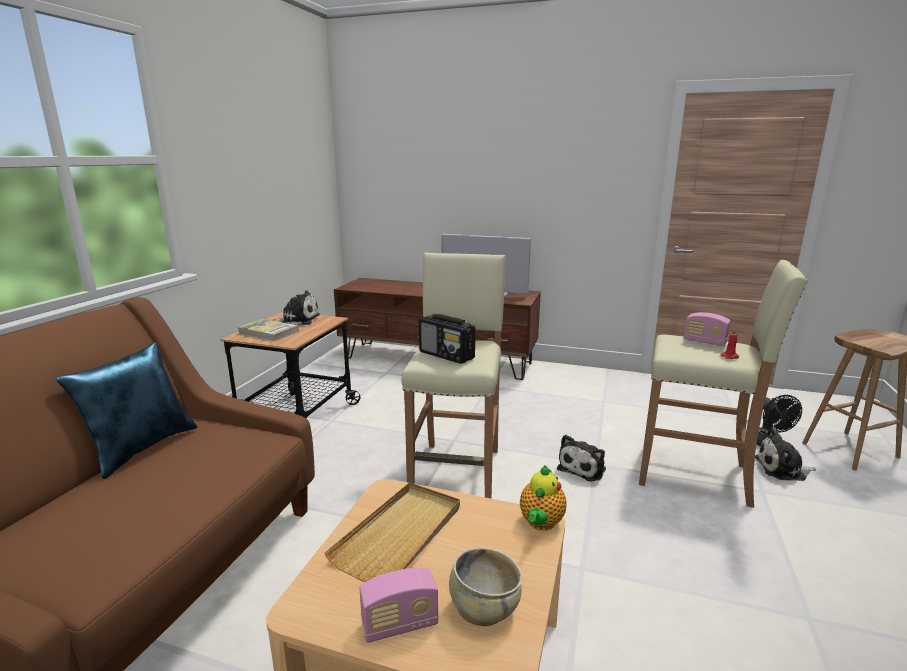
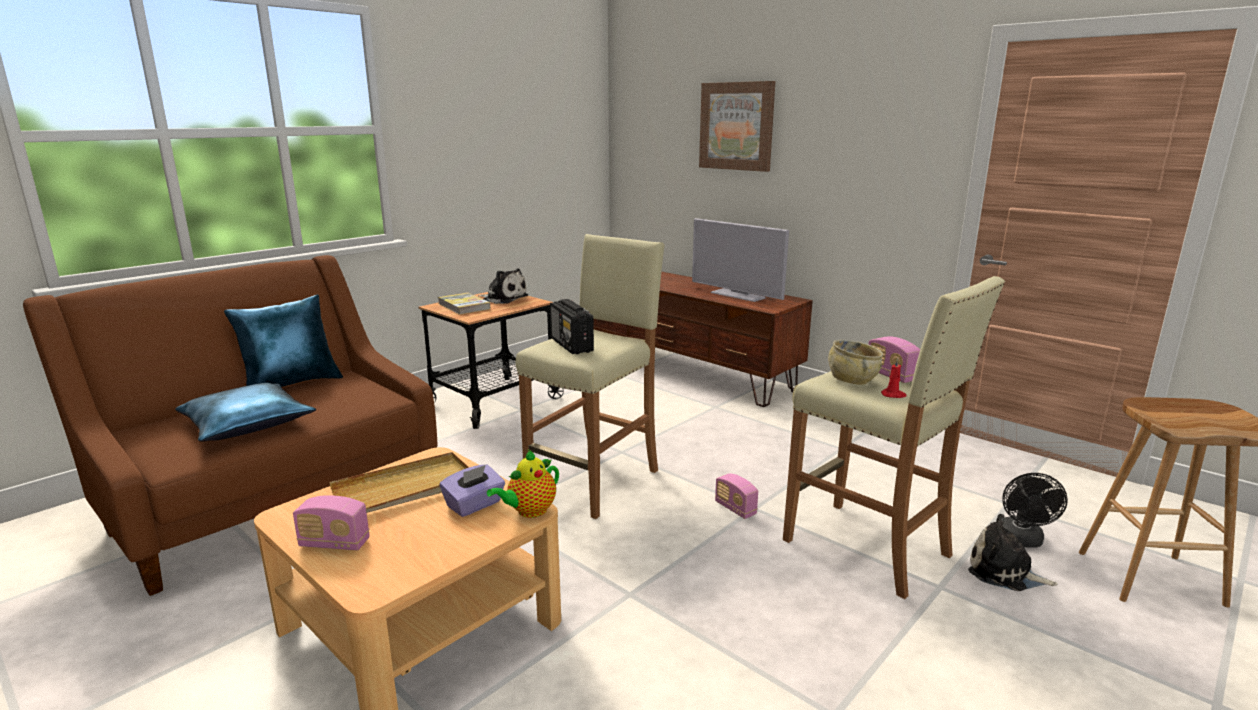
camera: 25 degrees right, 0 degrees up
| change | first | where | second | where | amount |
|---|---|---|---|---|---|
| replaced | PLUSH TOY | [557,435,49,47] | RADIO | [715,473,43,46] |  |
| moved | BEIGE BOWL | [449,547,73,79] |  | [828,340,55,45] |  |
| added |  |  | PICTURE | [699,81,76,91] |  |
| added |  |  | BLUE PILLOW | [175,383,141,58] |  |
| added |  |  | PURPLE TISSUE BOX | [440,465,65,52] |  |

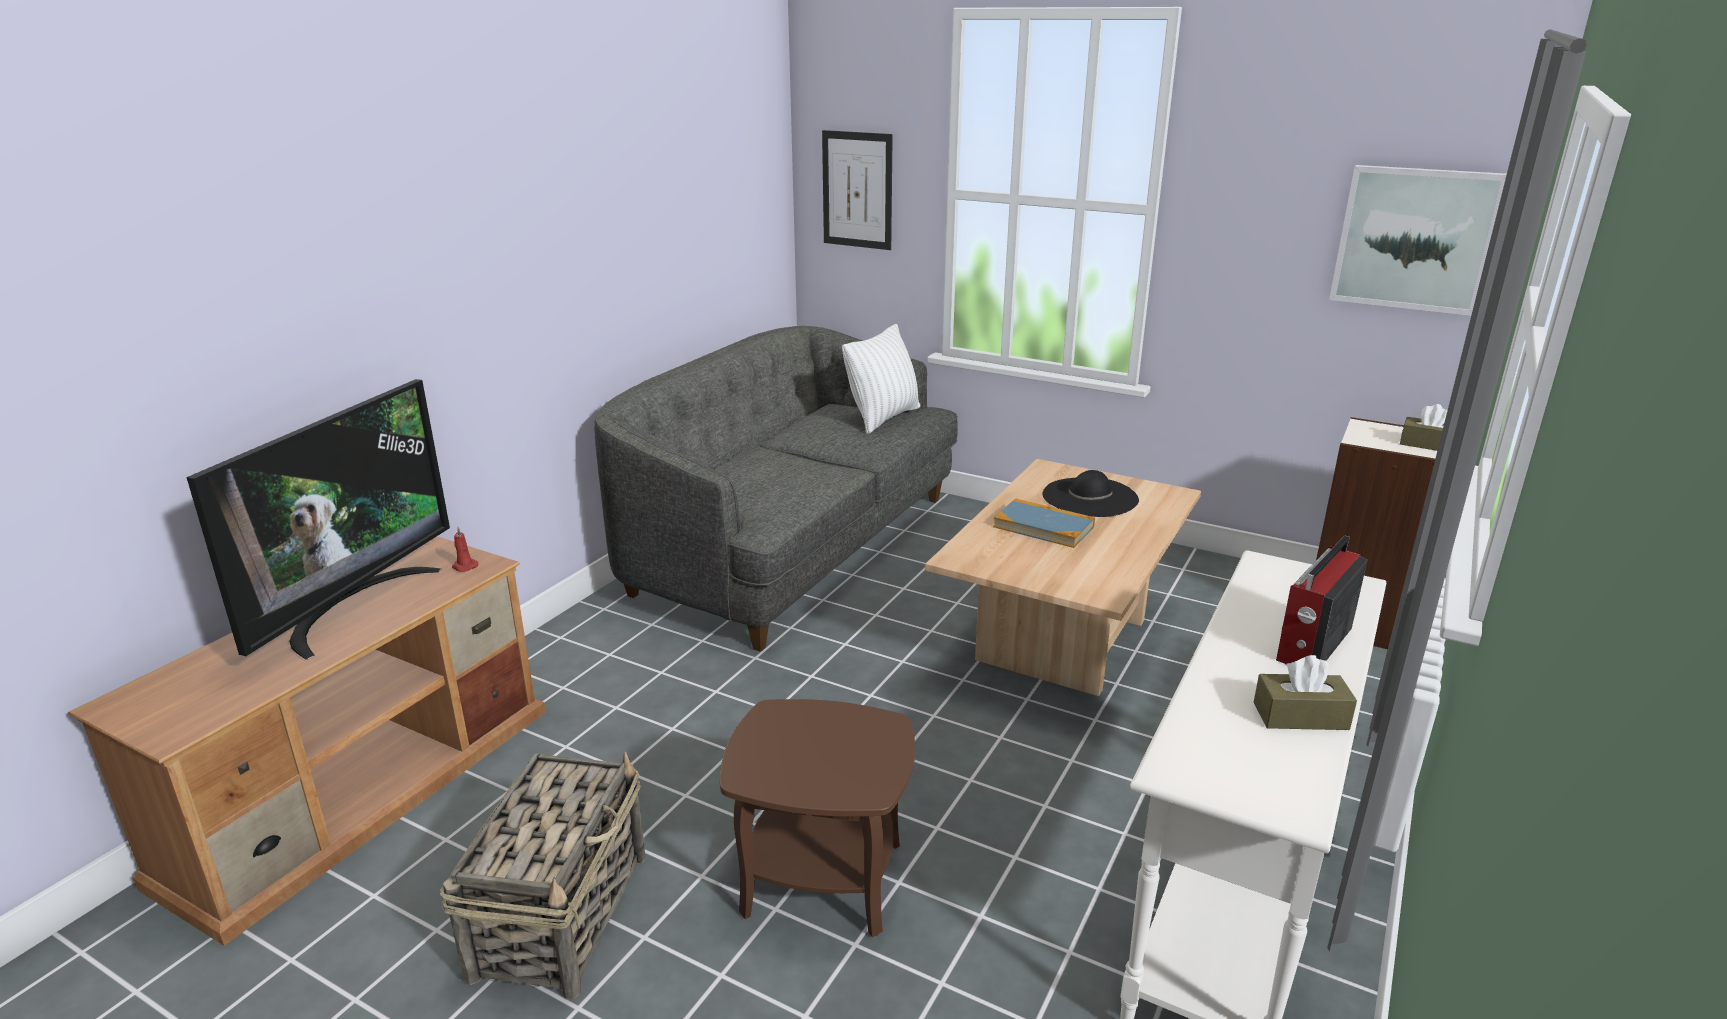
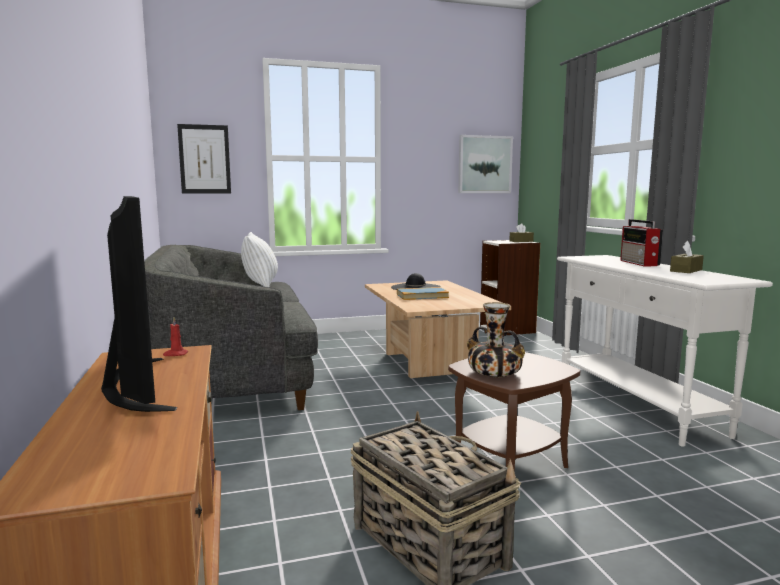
camera: 45 degrees left, 15 degrees down
| change | first | where | second | where | amount |
|---|---|---|---|---|---|
| added |  |  | VASE | [467,302,58,76] |  |

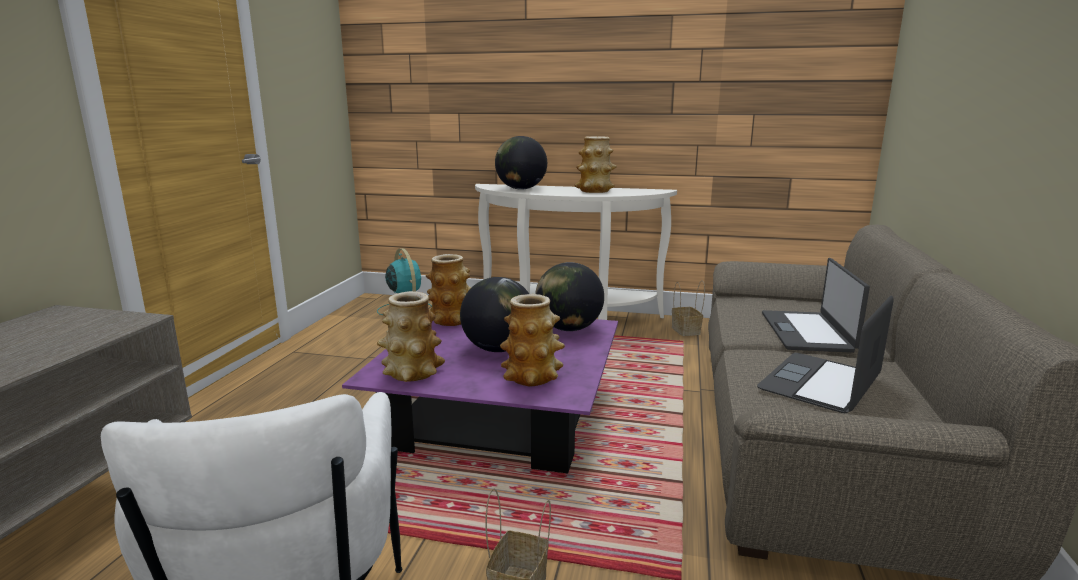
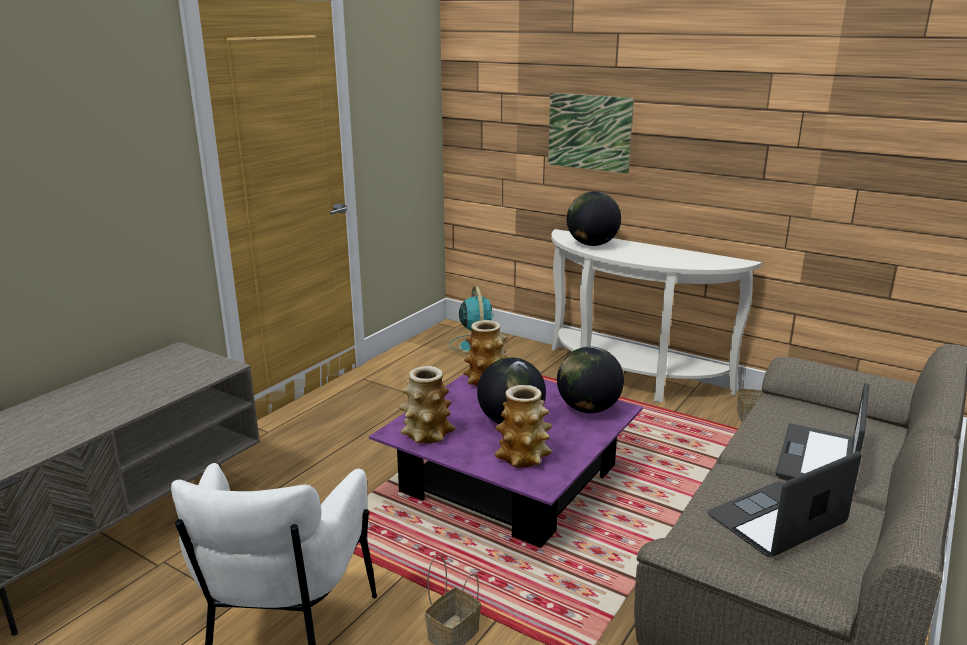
camera: 20 degrees right, 5 degrees up
| change | first | where | second | where | amount |
|---|---|---|---|---|---|
| removed | VASE | [574,136,43,57] |  |  |  |
| added |  |  | PICTURE | [548,93,86,80] |  |

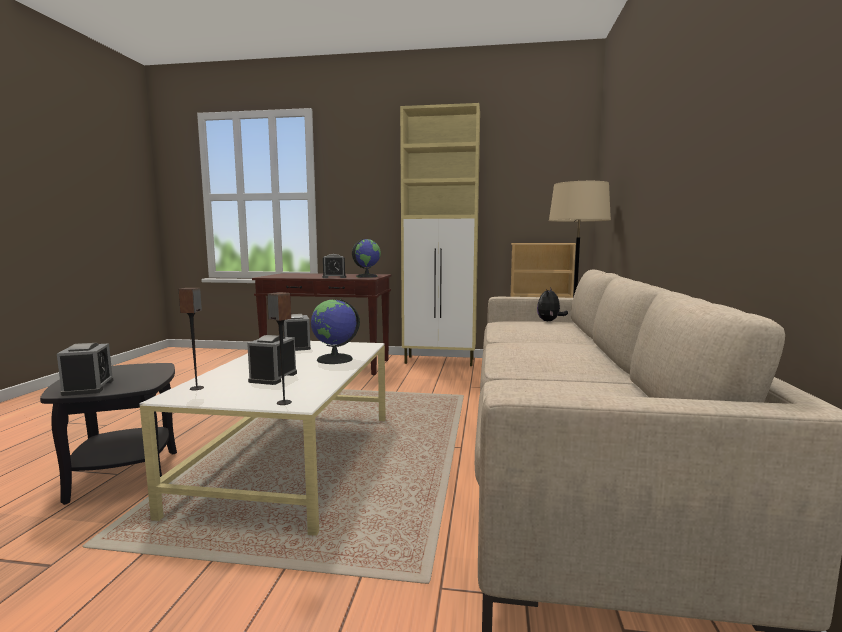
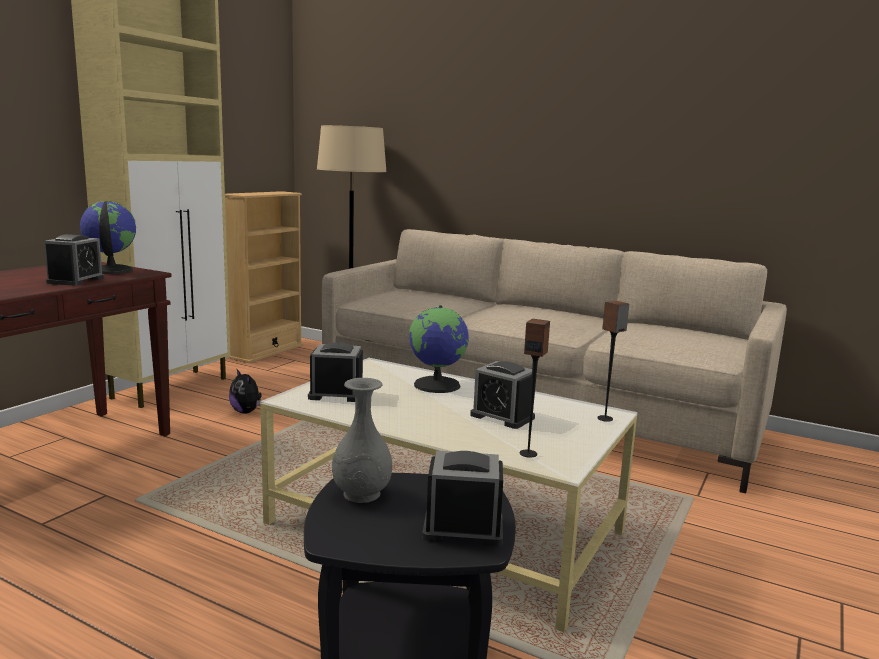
camera: 70 degrees left, 5 degrees up
| change | first | where | second | where | amount |
|---|---|---|---|---|---|
| moved | PLUSH TOY | [537,289,31,32] |  | [229,369,33,45] |  |
| added |  |  | GREY VASE | [332,378,60,125] |  |

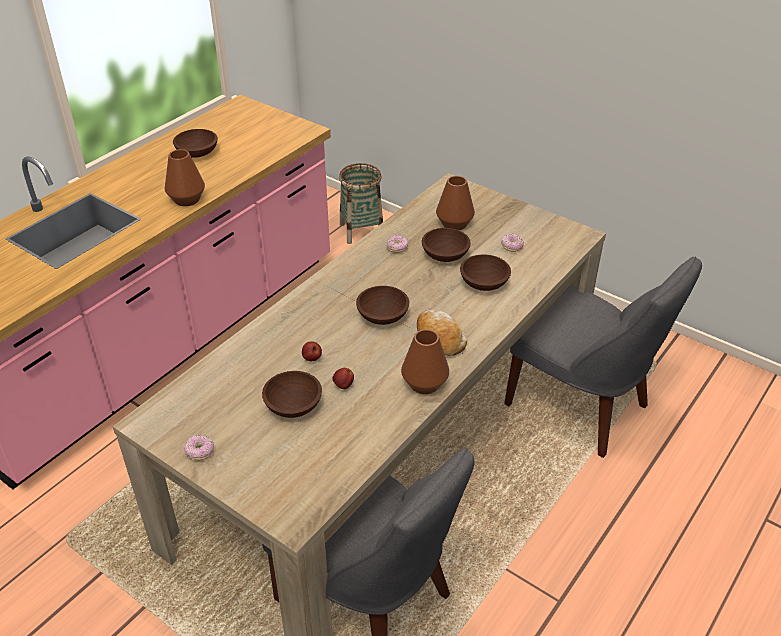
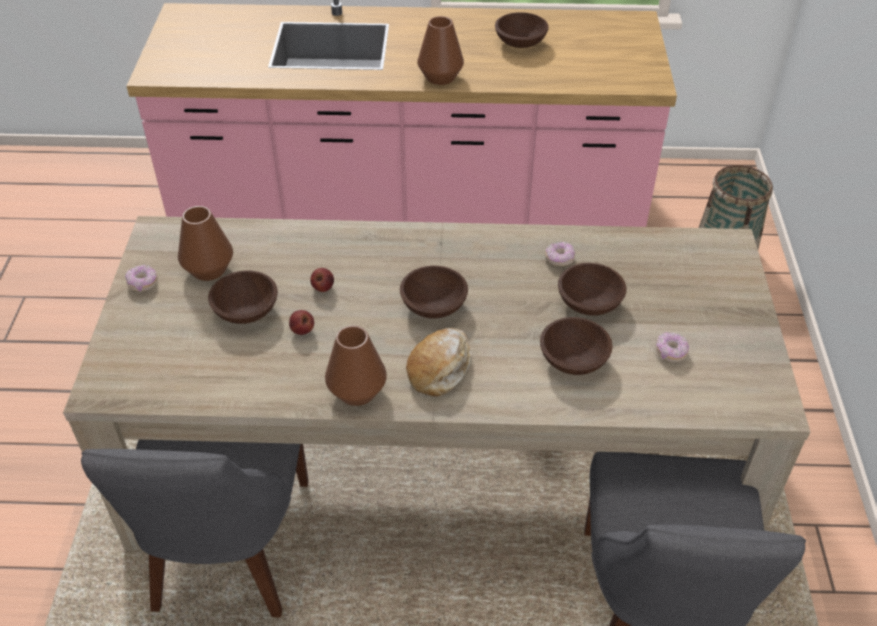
camera: 55 degrees right, 5 degrees up
| change | first | where | second | where | amount |
|---|---|---|---|---|---|
| moved | BROWN VASE | [436,176,39,54] |  | [178,206,55,75] |  |

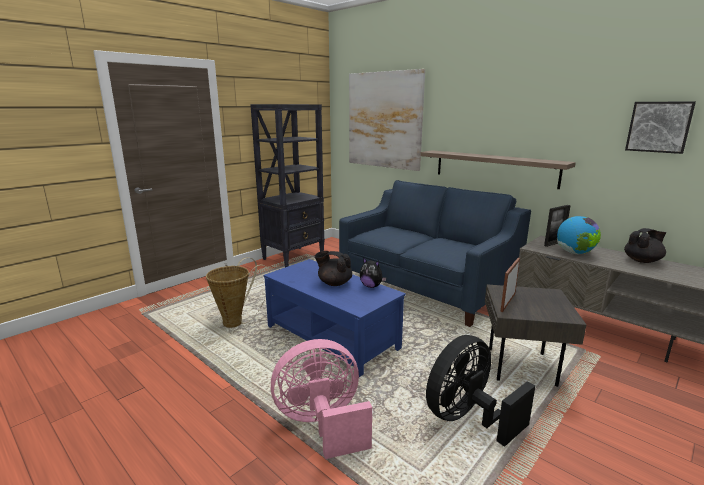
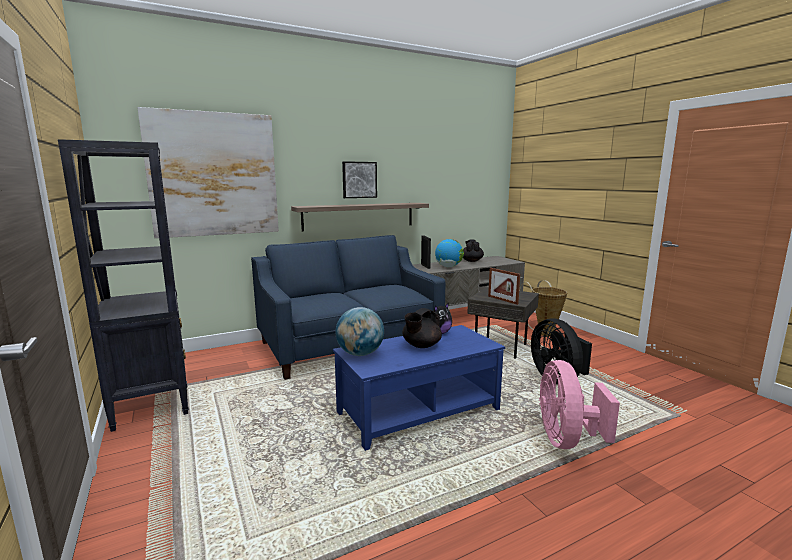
camera: 70 degrees left, 5 degrees down
| change | first | where | second | where | amount |
|---|---|---|---|---|---|
| moved | PICTURE | [625,102,71,52] |  | [342,161,35,37] |  |
| moved | BASKET | [206,257,64,71] |  | [519,280,49,56] |  |
| added |  |  | GLOBE | [335,307,49,49] |  |

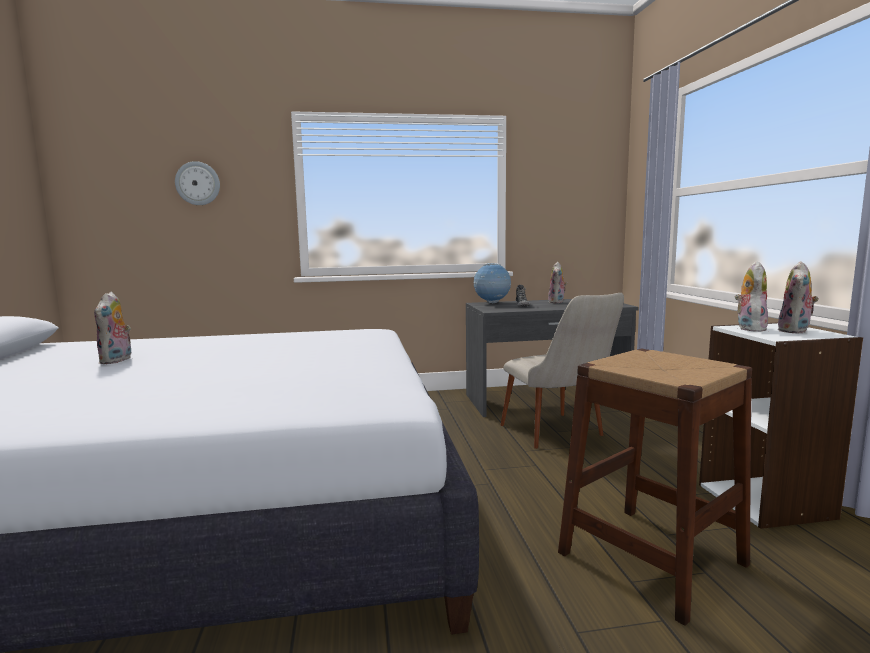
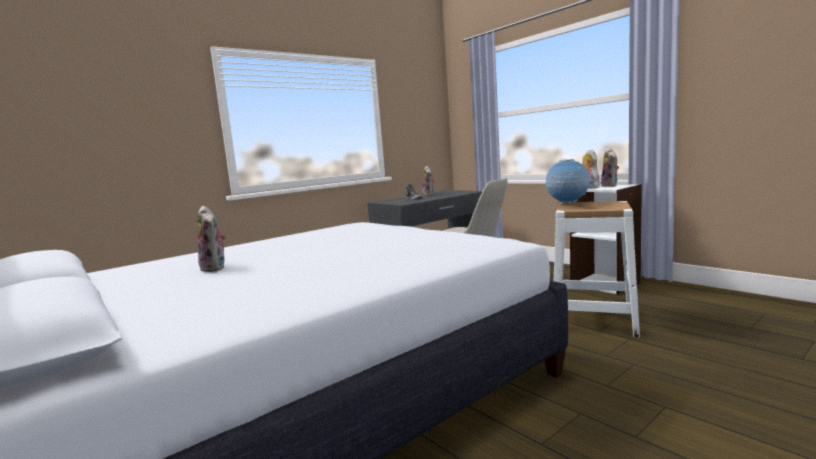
camera: 30 degrees left, 0 degrees up
| change | first | where | second | where | amount |
|---|---|---|---|---|---|
| removed | WALL CLOCK | [175,161,45,44] |  |  |  |
| moved | GLOBE | [473,263,38,40] |  | [546,159,44,45] |  |
| recoloured | BROWN STOOL | [558,348,194,278] | WHITE STOOL | [554,201,86,136] |  |

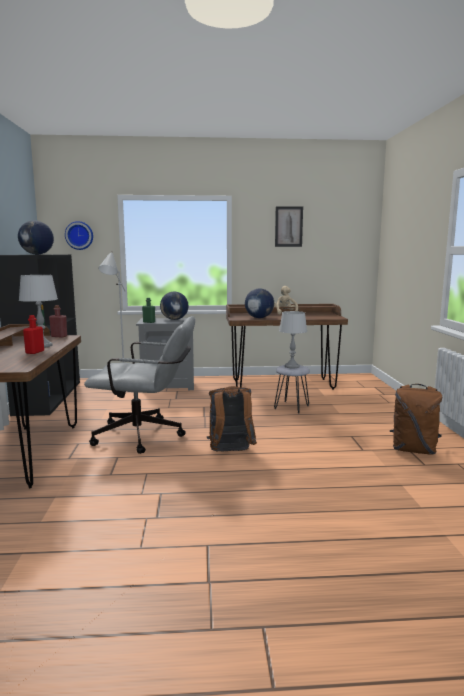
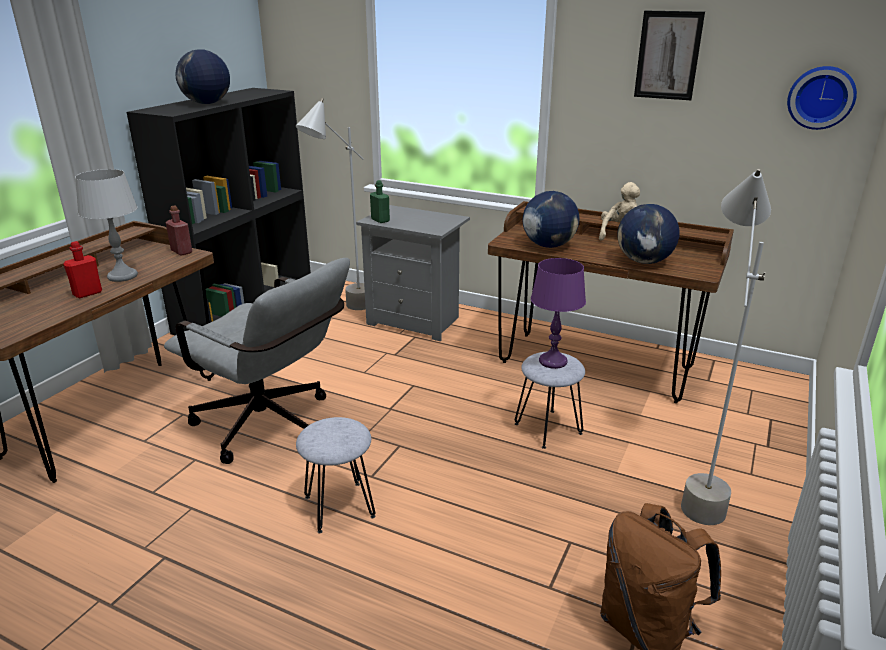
camera: 30 degrees right, 15 degrees up
| change | first | where | second | where | amount |
|---|---|---|---|---|---|
| moved | WALL CLOCK | [65,221,28,29] |  | [787,66,70,64] |  |
| moved | GLOBE | [160,291,29,29] |  | [618,204,62,60] |  |
| recoloured | GREY TABLE LAMP | [279,311,28,57] | PURPLE TABLE LAMP | [531,258,55,111] |  |
| replaced | BROWN BACKPACK | [207,386,50,65] | GREY STOOL | [296,417,79,116] |  |
| added |  |  | GREY FLOOR LAMP | [681,169,90,356] |  |

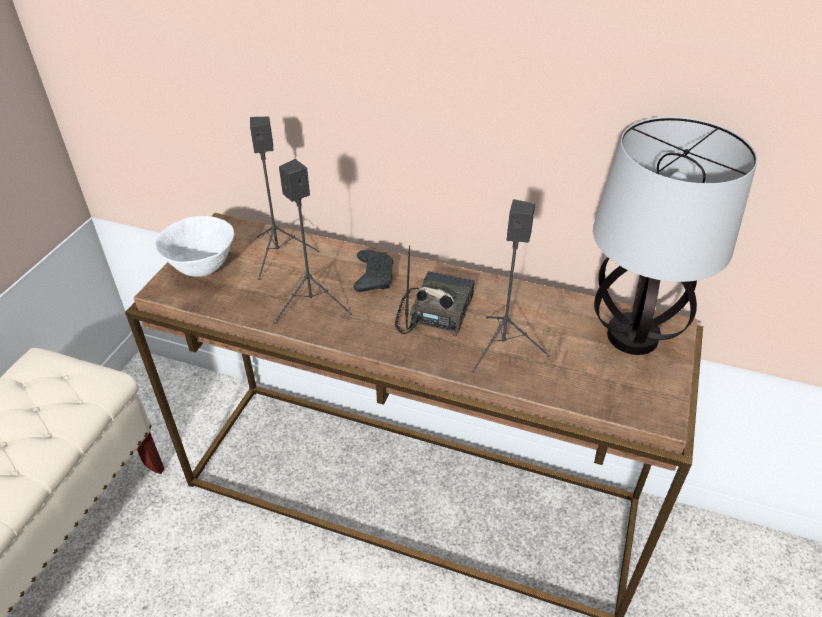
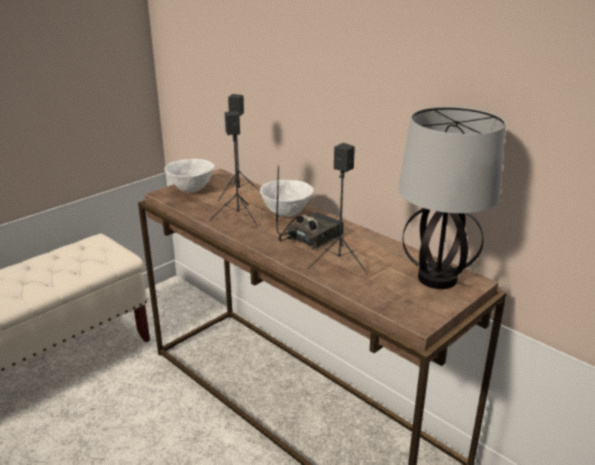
camera: 25 degrees right, 15 degrees down
| change | first | where | second | where | amount |
|---|---|---|---|---|---|
| replaced | BLACK GAME CONTROLLER | [354,250,40,42] | WHITE BOWL | [260,180,53,37] |  |

